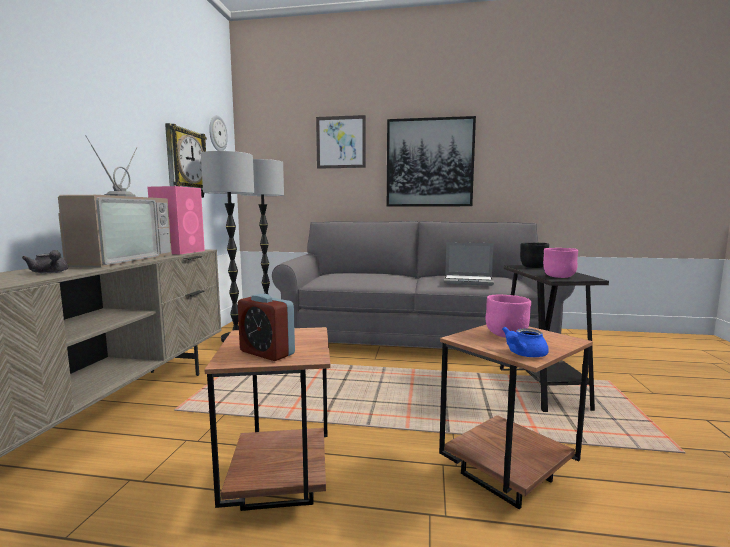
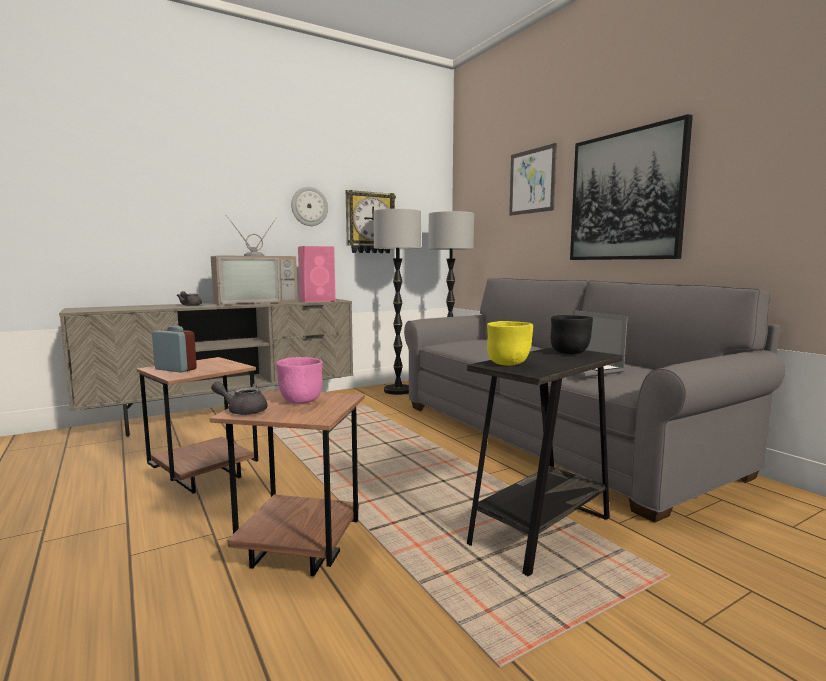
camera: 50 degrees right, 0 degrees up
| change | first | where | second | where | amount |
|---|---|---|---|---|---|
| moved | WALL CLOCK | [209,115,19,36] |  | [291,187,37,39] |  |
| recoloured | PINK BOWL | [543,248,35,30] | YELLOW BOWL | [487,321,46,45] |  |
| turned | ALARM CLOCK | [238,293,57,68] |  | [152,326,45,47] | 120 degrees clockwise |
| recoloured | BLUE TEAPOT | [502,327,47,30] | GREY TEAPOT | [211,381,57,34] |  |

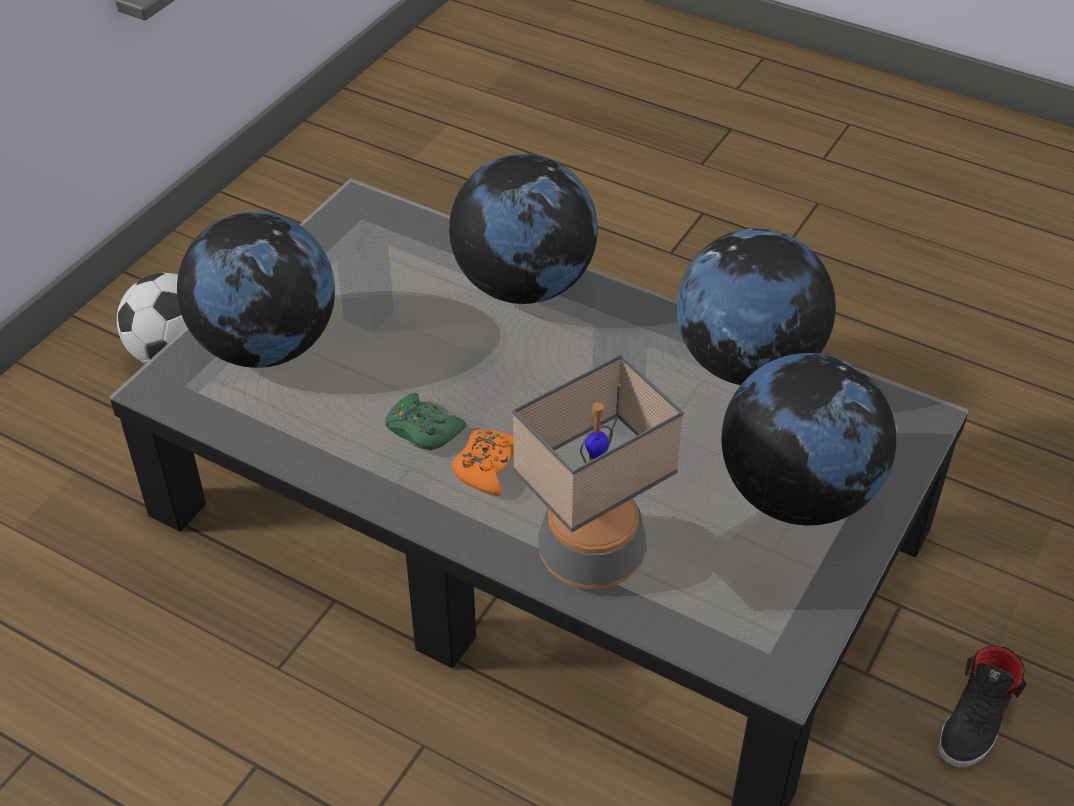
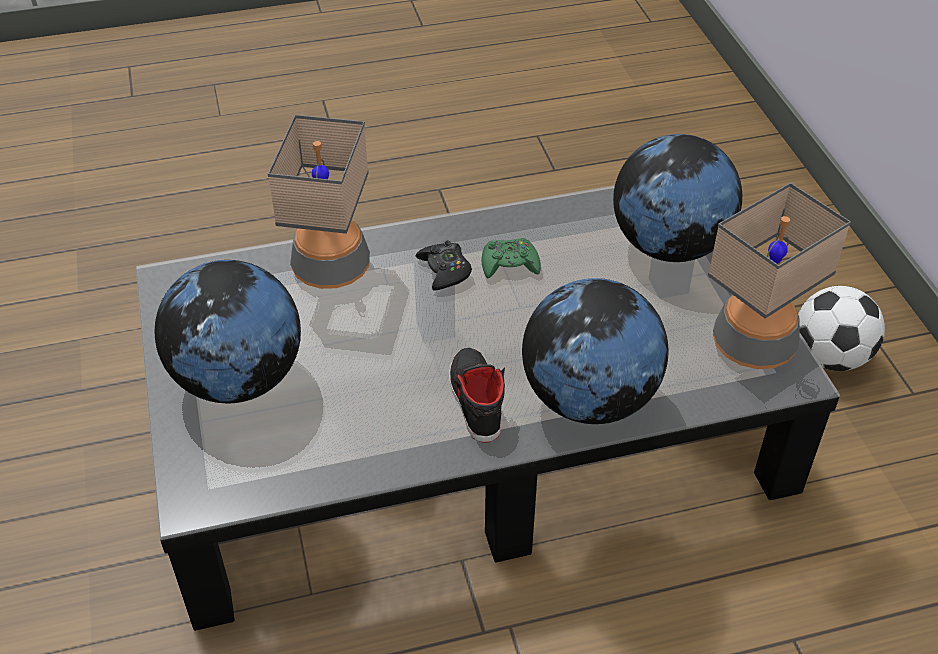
camera: 135 degrees right, 0 degrees up
| change | first | where | second | where | amount |
|---|---|---|---|---|---|
| removed | GLOBE | [677,228,159,157] |  |  |  |
| recoloured | ORANGE GAME CONTROLLER | [452,429,62,67] | BLACK GAME CONTROLLER | [416,240,56,51] |  |
| moved | BLACK SHOE | [938,646,88,122] |  | [449,348,56,95] |  |
| added |  |  | TABLE LAMP | [708,182,143,187] |  |

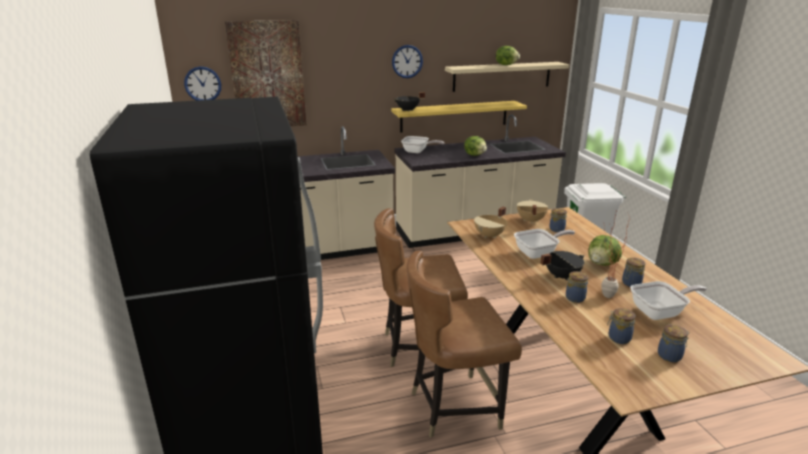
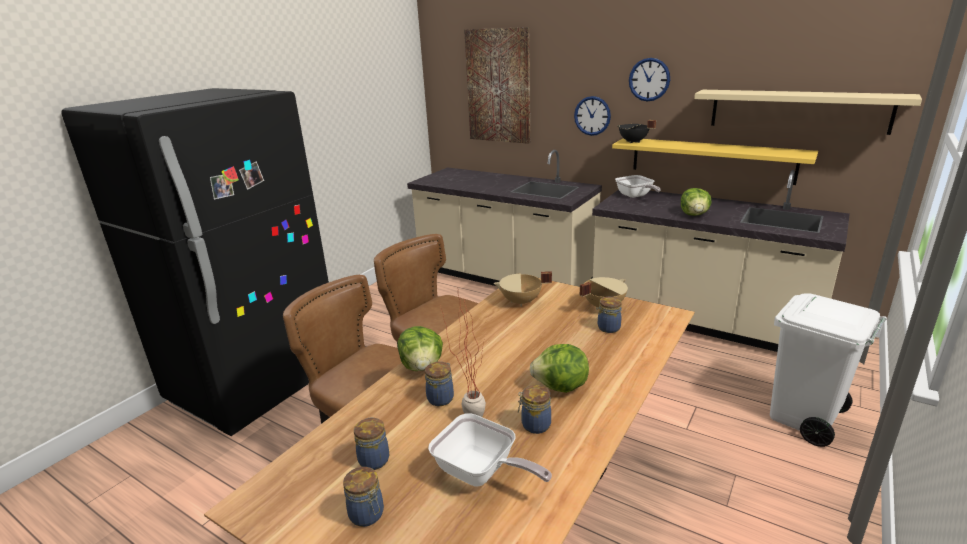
camera: 50 degrees right, 0 degrees up
| change | first | where | second | where | amount |
|---|---|---|---|---|---|
| moved | LETTUCE | [496,46,24,19] |  | [398,326,45,45] |  |
| moved | WALL CLOCK | [184,66,37,35] |  | [574,96,37,40] |  |
| removed | FRYING PAN | [514,229,61,30] |  |  |  |
| removed | BLACK COOKING POT | [540,251,45,30] |  |  |  |

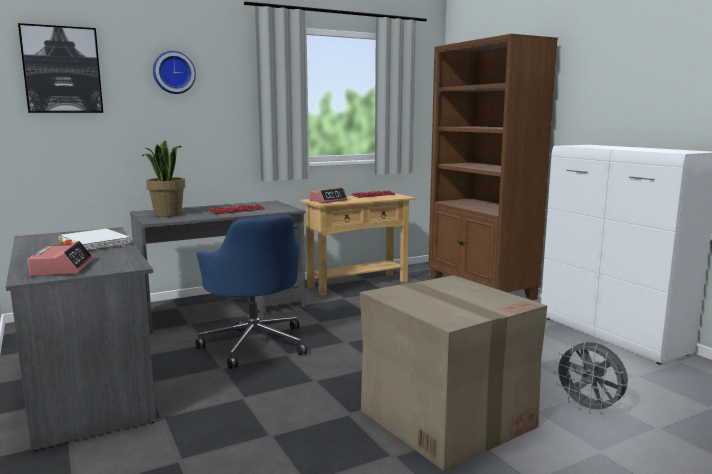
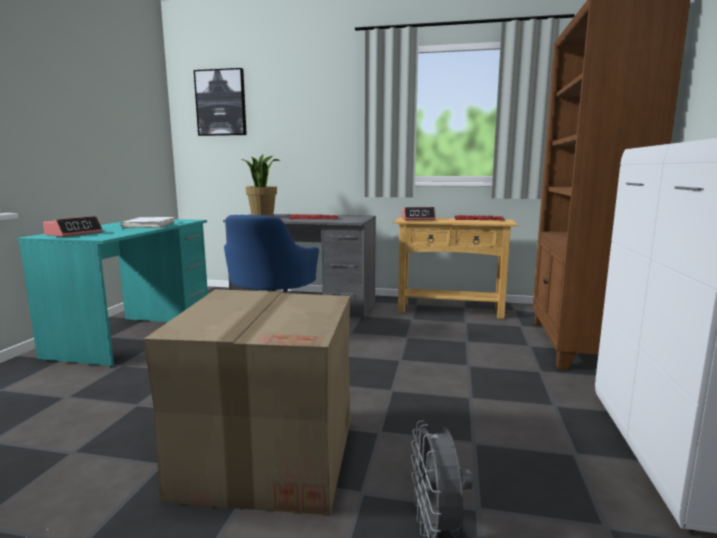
camera: 40 degrees right, 0 degrees up
| change | first | where | second | where | amount |
|---|---|---|---|---|---|
| removed | WALL CLOCK | [153,51,43,43] |  |  |  |
| recoloured | GREY DESK | [6,227,150,224] | TURQUOISE DESK | [17,219,191,148] |  |

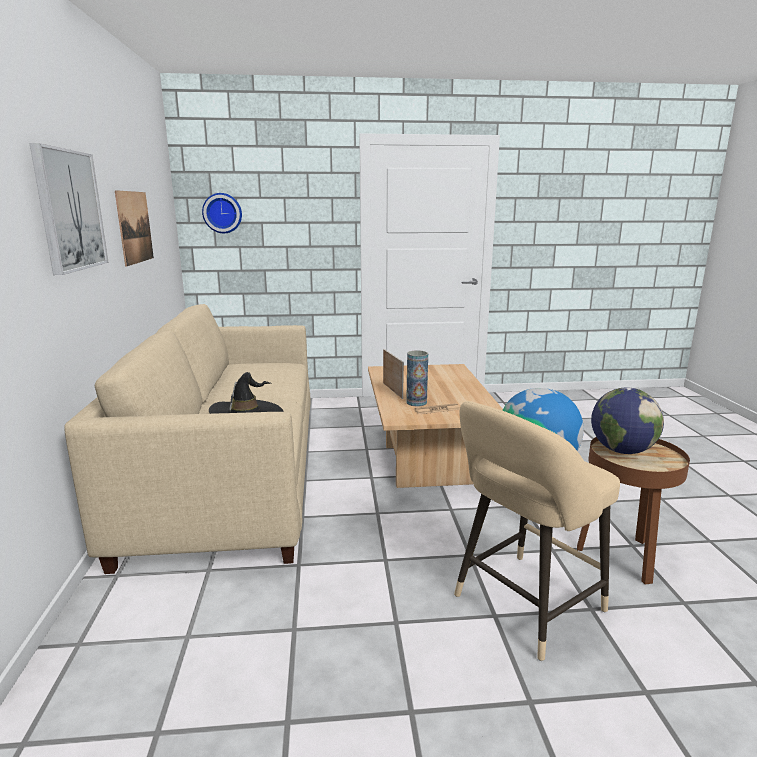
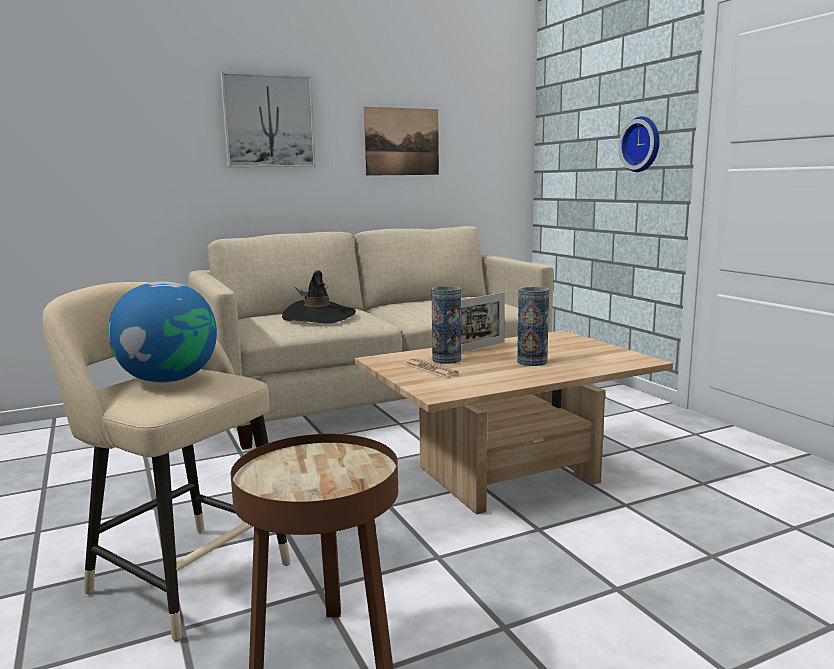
camera: 70 degrees right, 5 degrees down
| change | first | where | second | where | amount |
|---|---|---|---|---|---|
| moved | WALL CLOCK | [202,193,40,40] |  | [618,116,42,56] |  |
| removed | GLOBE | [591,387,73,67] |  |  |  |
| added |  |  | VASE | [517,287,32,79] |  |

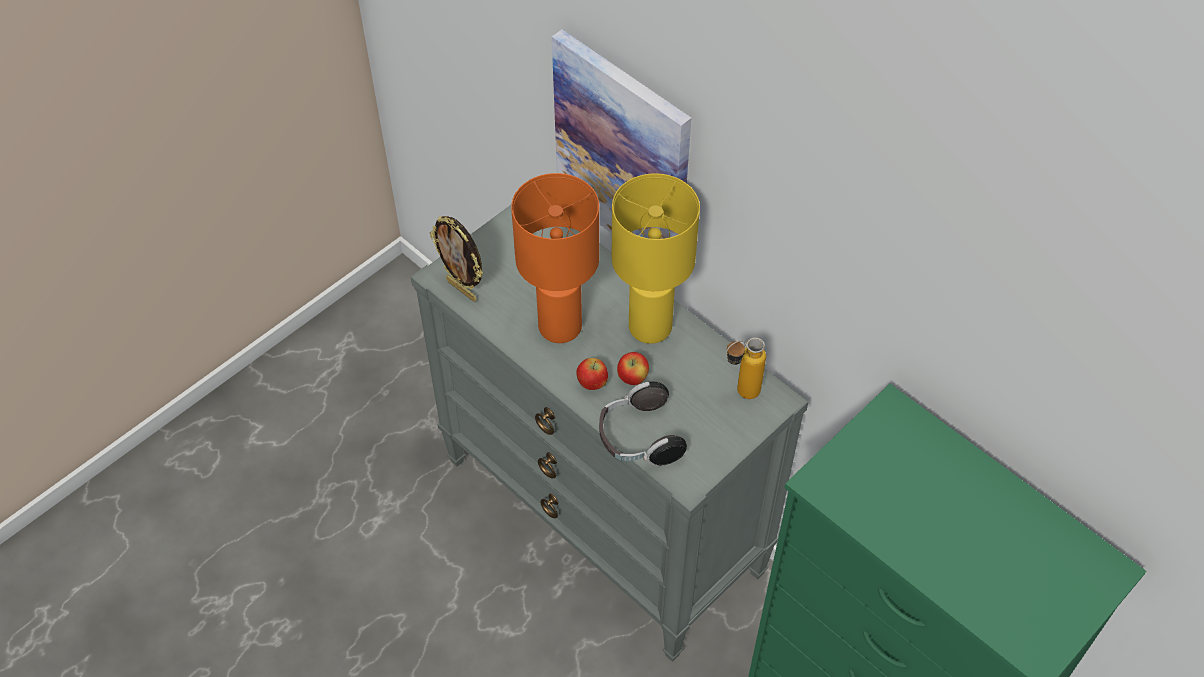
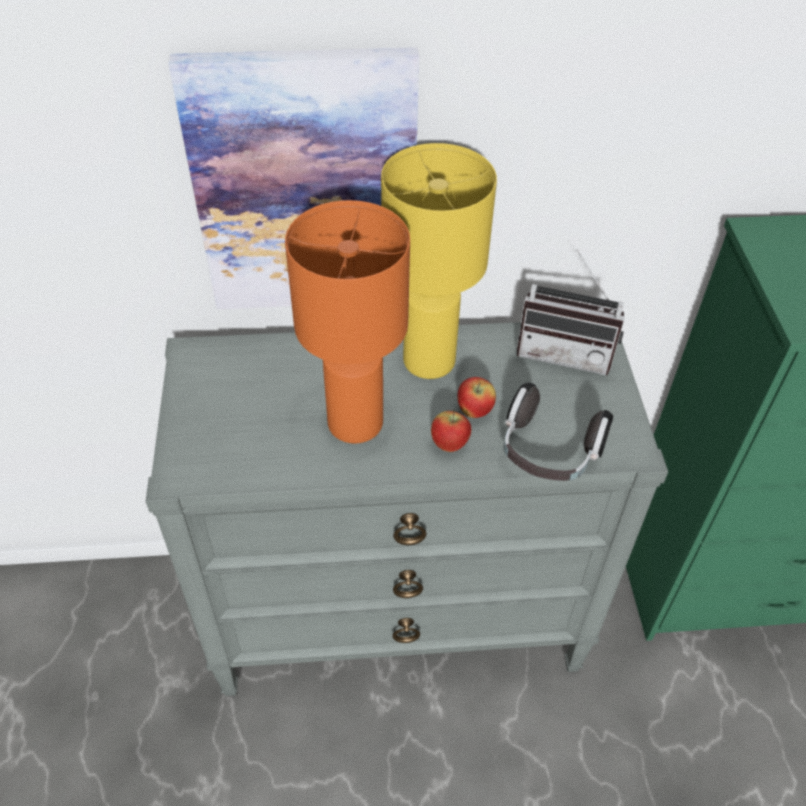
camera: 50 degrees left, 5 degrees down
| change | first | where | second | where | amount |
|---|---|---|---|---|---|
| removed | PICTURE FRAME | [430,216,53,86] |  |  |  |
| replaced | BOTTLE | [726,338,40,61] | RADIO | [517,249,108,126] |  |

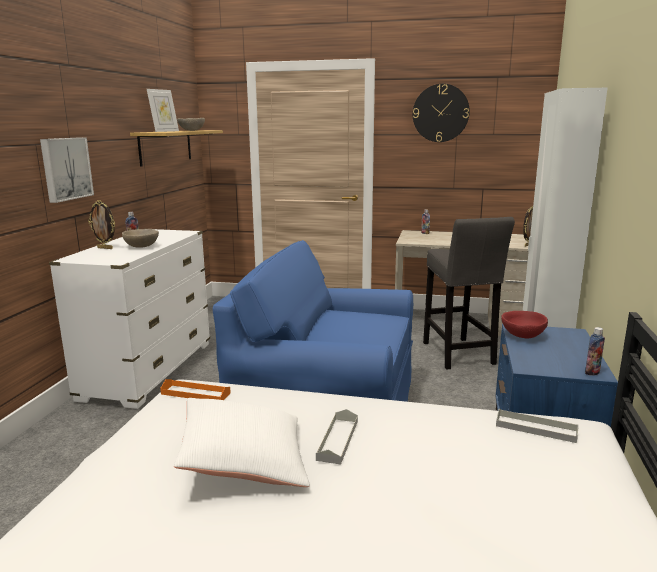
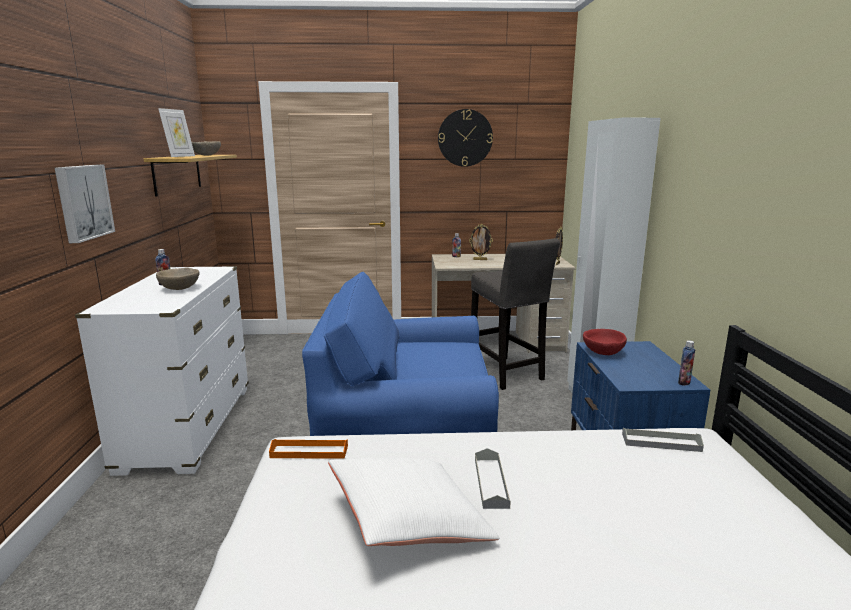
camera: 15 degrees left, 0 degrees up
| change | first | where | second | where | amount |
|---|---|---|---|---|---|
| moved | PICTURE FRAME | [88,200,27,49] |  | [469,224,24,36] |  |

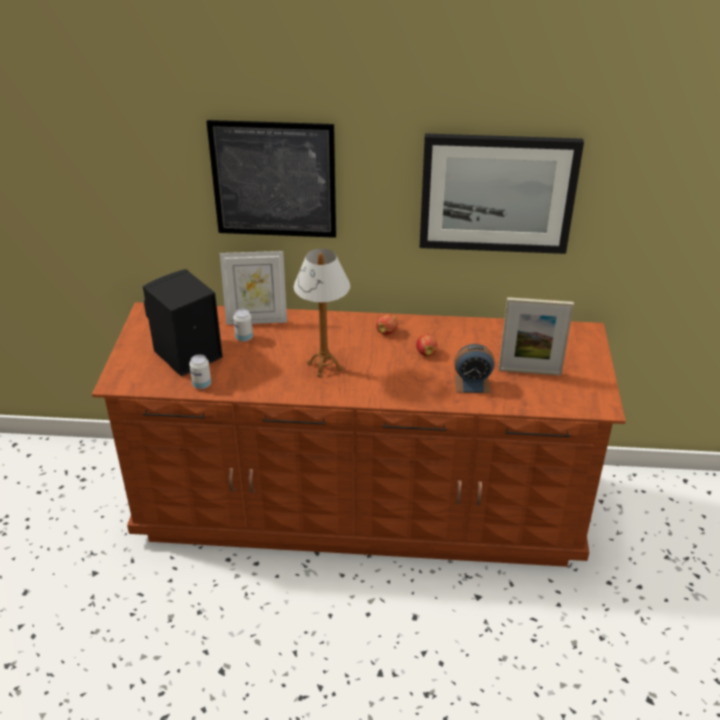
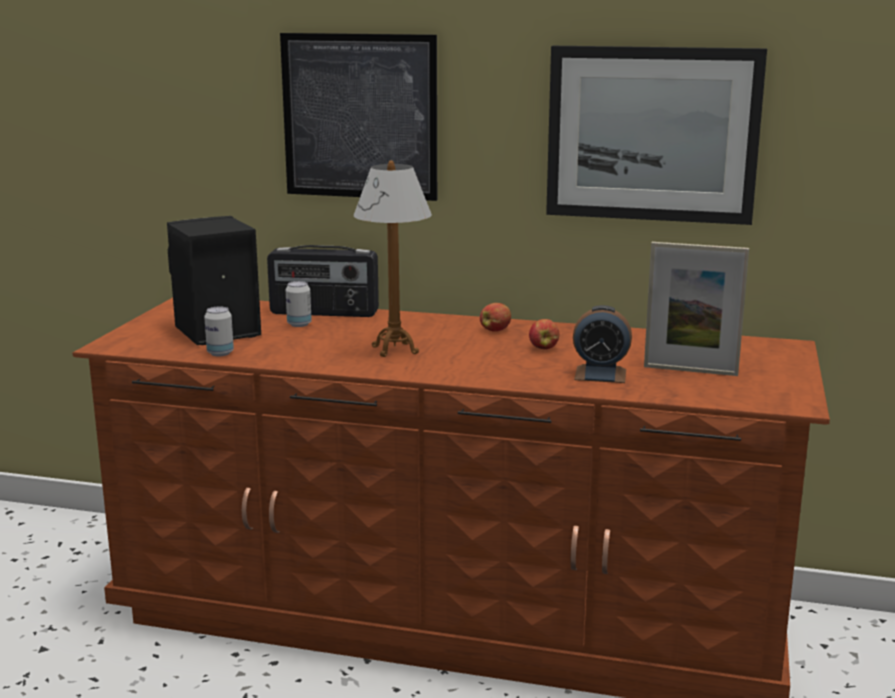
camera: 10 degrees right, 20 degrees down
| change | first | where | second | where | amount |
|---|---|---|---|---|---|
| replaced | PICTURE FRAME | [220,251,67,74] | RADIO | [267,245,112,72] |  |

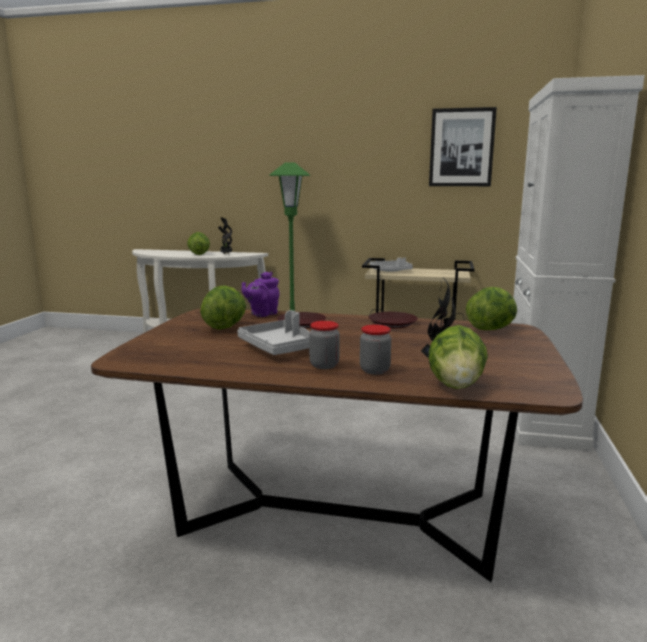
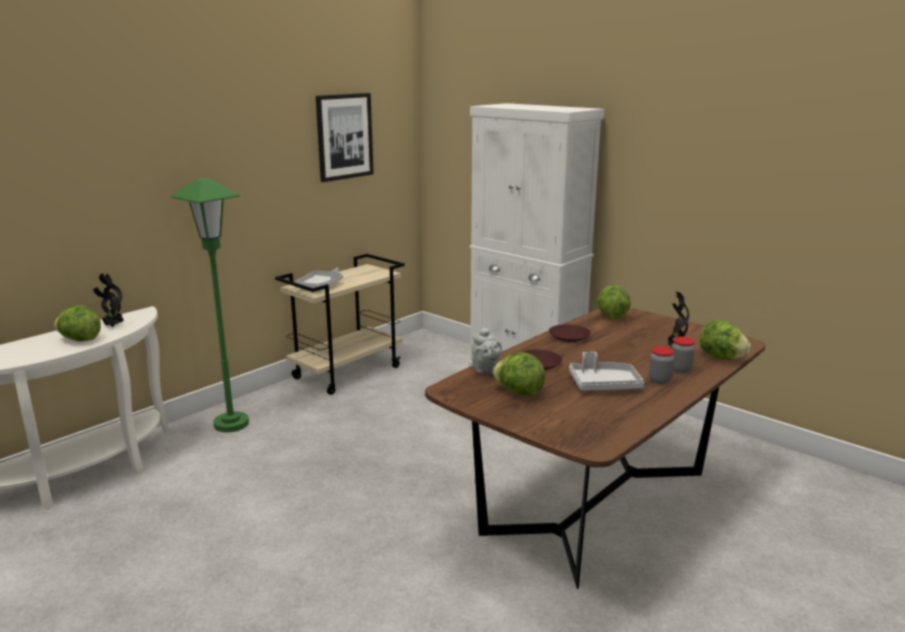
camera: 60 degrees left, 5 degrees up
| change | first | where | second | where | amount |
|---|---|---|---|---|---|
| recoloured | PURPLE TEAPOT | [242,272,37,45] | GREY TEAPOT | [472,326,30,48] |  |

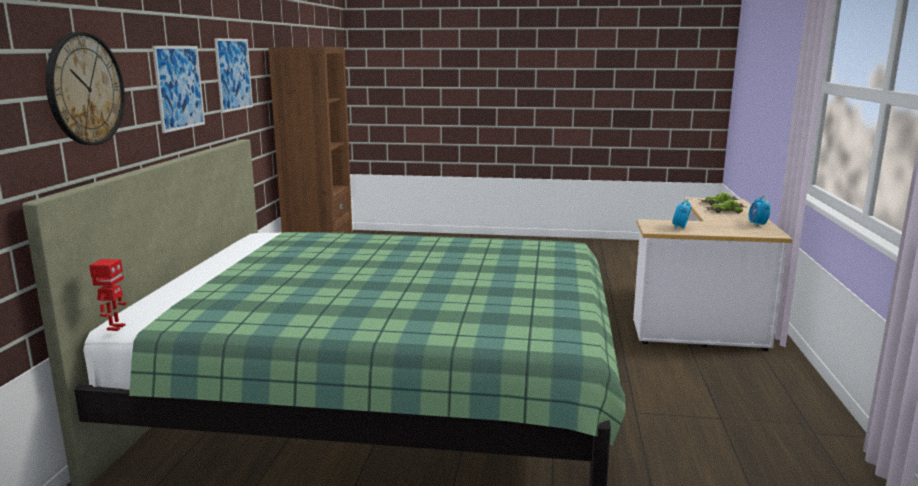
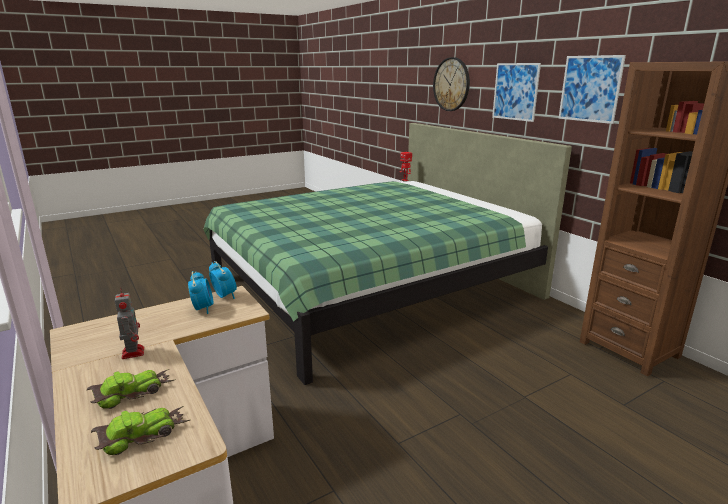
camera: 140 degrees right, 5 degrees up
| change | first | where | second | where | amount |
|---|---|---|---|---|---|
| moved | ALARM CLOCK | [748,195,23,32] |  | [209,261,28,38] |  |
| added |  |  | TOY ROBOT | [115,287,29,72] |  |

